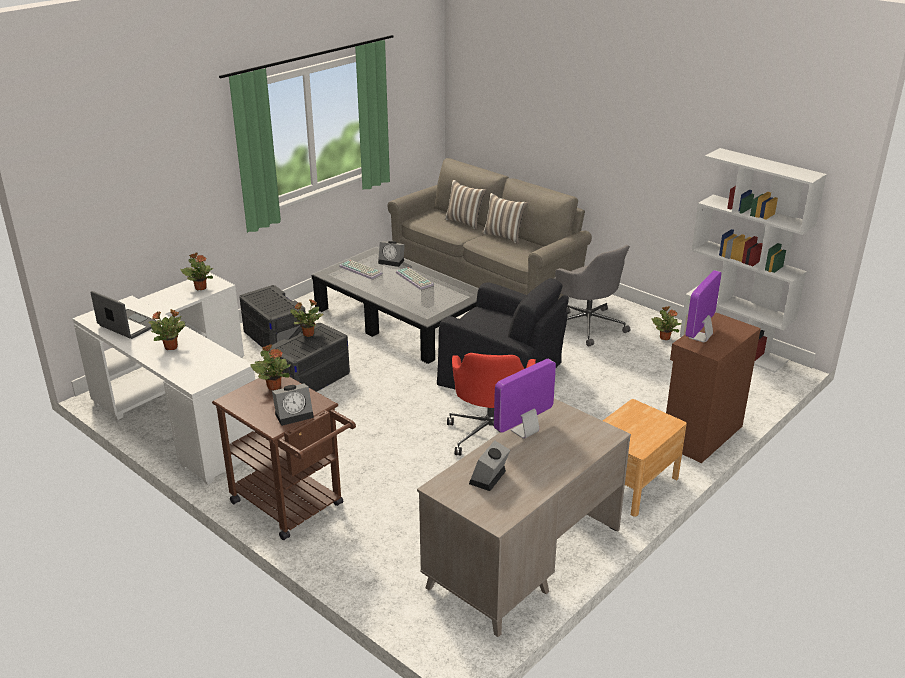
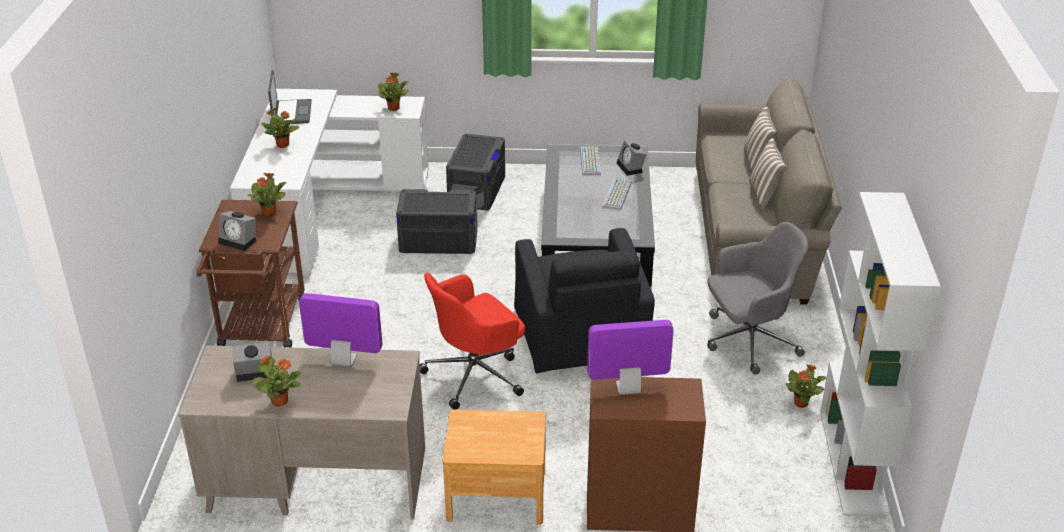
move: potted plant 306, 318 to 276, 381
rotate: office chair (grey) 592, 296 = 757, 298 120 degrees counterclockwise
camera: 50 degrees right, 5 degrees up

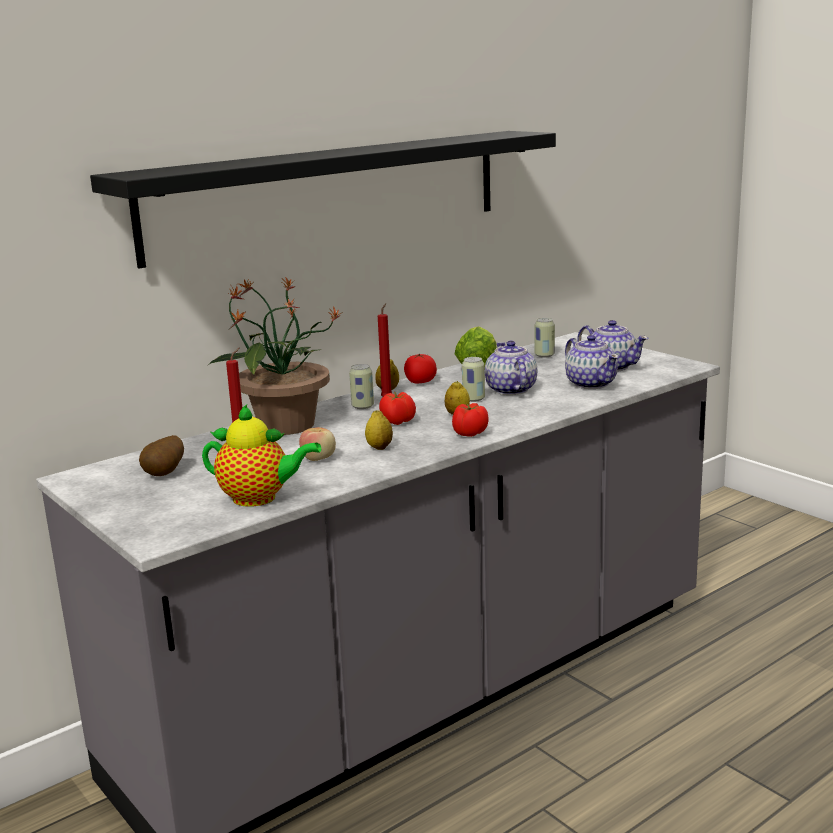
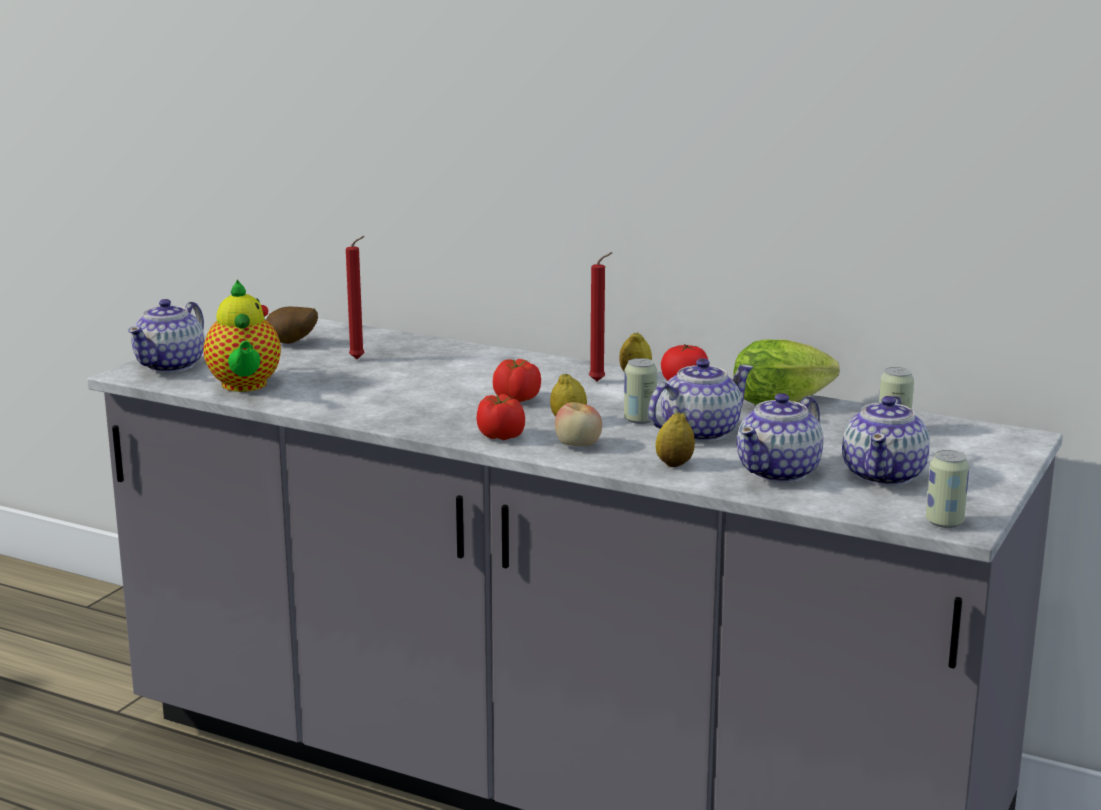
delete: shelf (black) 323, 199; potted plant 275, 356
insert: teapot 166, 336
move: apple 317, 444 to 578, 424; lemon 379, 430 to 675, 439; can 361, 386 to 947, 489
camera: 65 degrees right, 0 degrees up

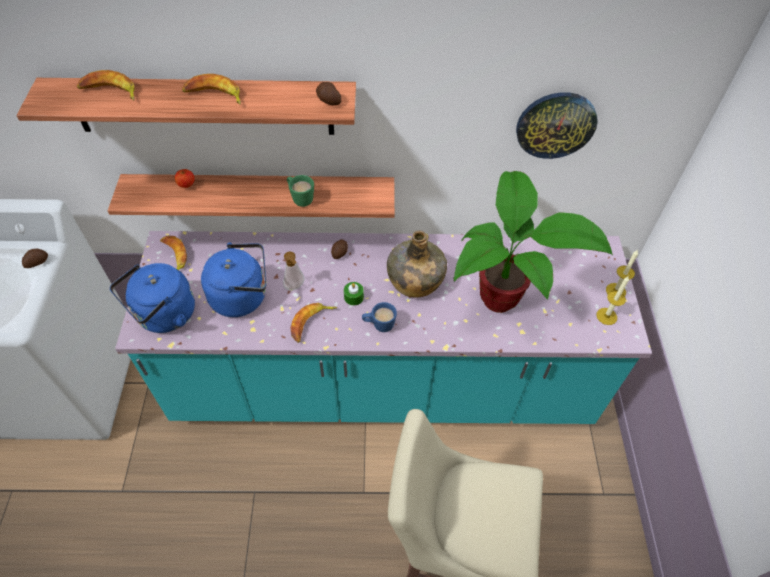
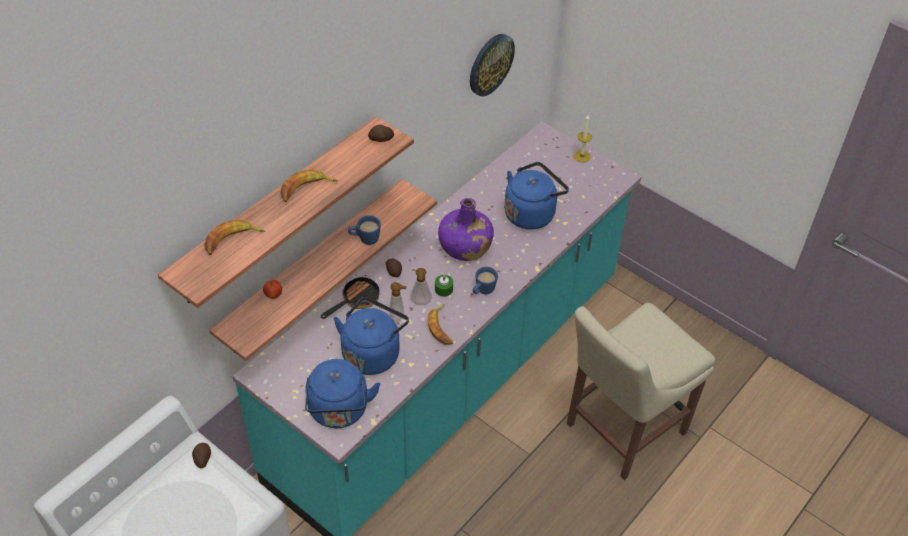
delete: banana 173, 253; candle 612, 301
insert: frying pan 350, 297; soap dispenser 421, 286
replace: potted plant 533, 242 to kettle (blue) 536, 196
recolor: mug (green) 300, 191 to mug (blue) 364, 230; bottle (green) 417, 264 to bottle (purple) 466, 229
camera: 50 degrees left, 5 degrees down

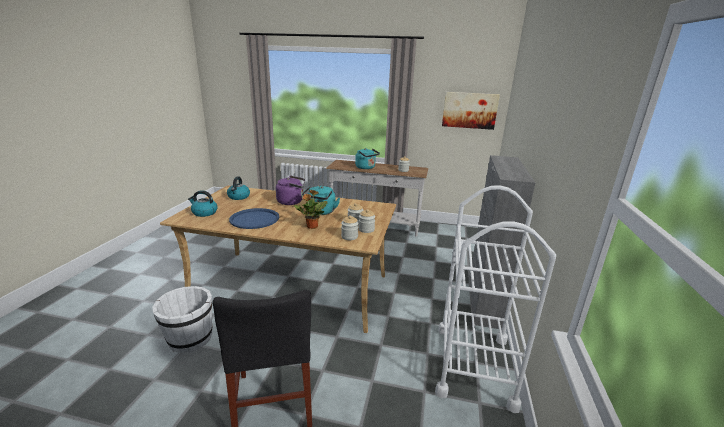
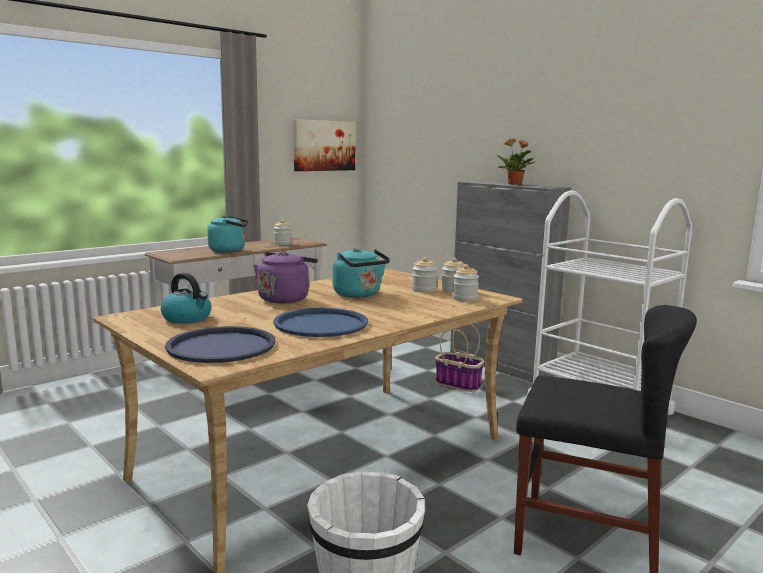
insert: basket 459, 358
move: potted plant 310, 209 to 516, 162
replace: kettle 203, 203 to tray (blue) 220, 344
camera: 55 degrees left, 10 degrees down

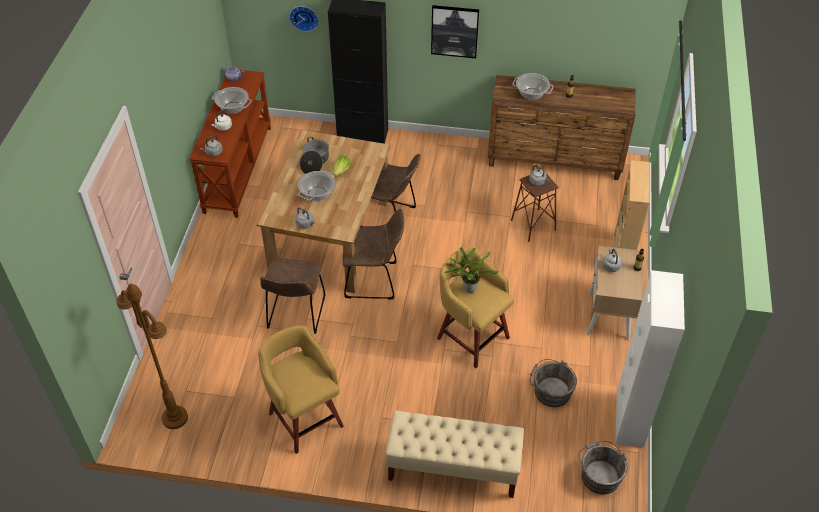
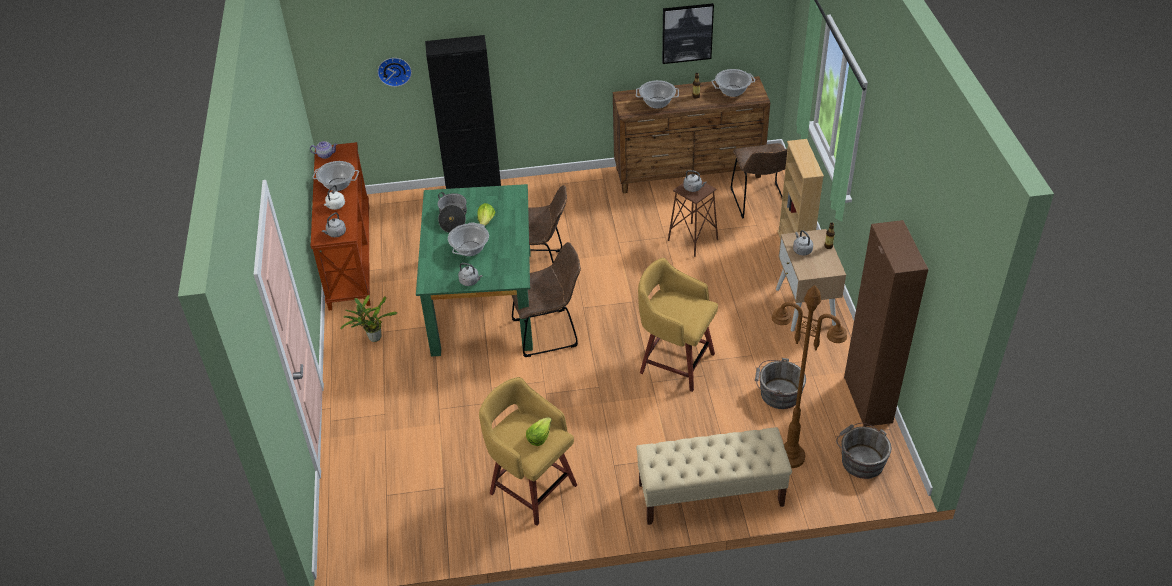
insert: lettuce 539, 431; cooking pot 733, 83
move: potted plant 471, 270 to 368, 318; picture 455, 31 to 688, 33; chair (brown) 292, 296 to 759, 181; floor lamp (brown) 152, 356 to 809, 376
recolor: dining table (brown) 323, 211 to dining table (green) 474, 270; cabinet (white) 650, 359 to cabinet (brown) 886, 323
camera: 15 degrees left, 5 degrees down

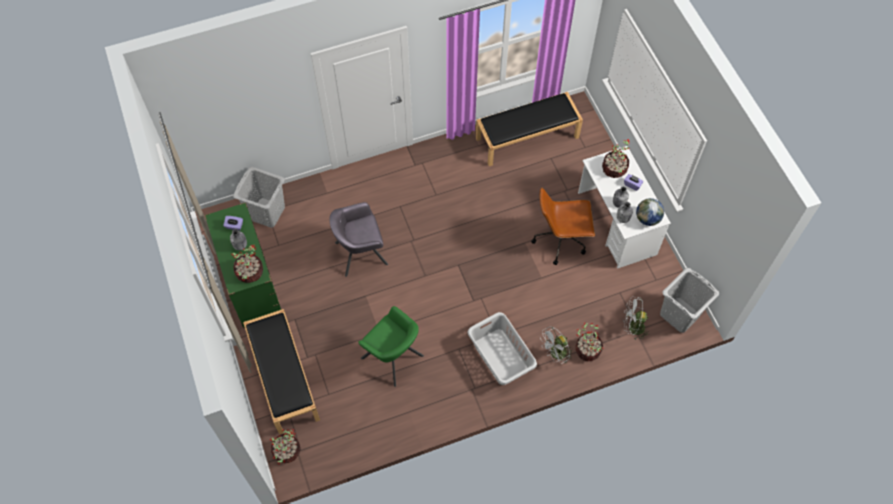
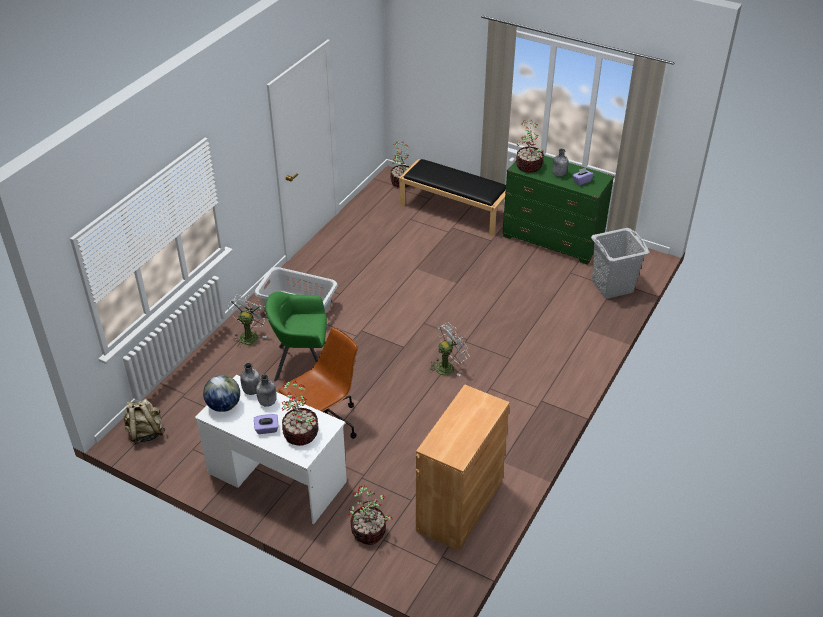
delete: armchair (grey) 358, 239
move: armchair (green) 391, 346 to 296, 336; potted plant 590, 342 to 371, 515; fan (white) 636, 318 to 449, 349
replace: laundry basket (grey) 689, 300 to backpack (beige) 144, 421; bench (black) 529, 129 to cabinet (brown) 463, 467
camera: 140 degrees right, 20 degrees down

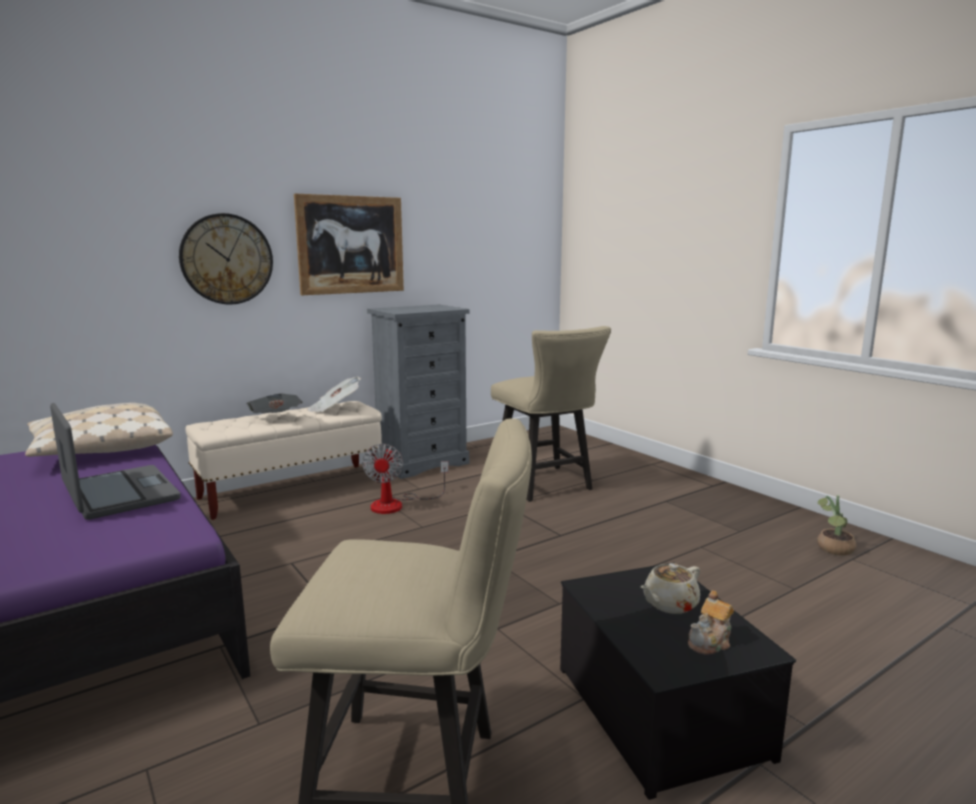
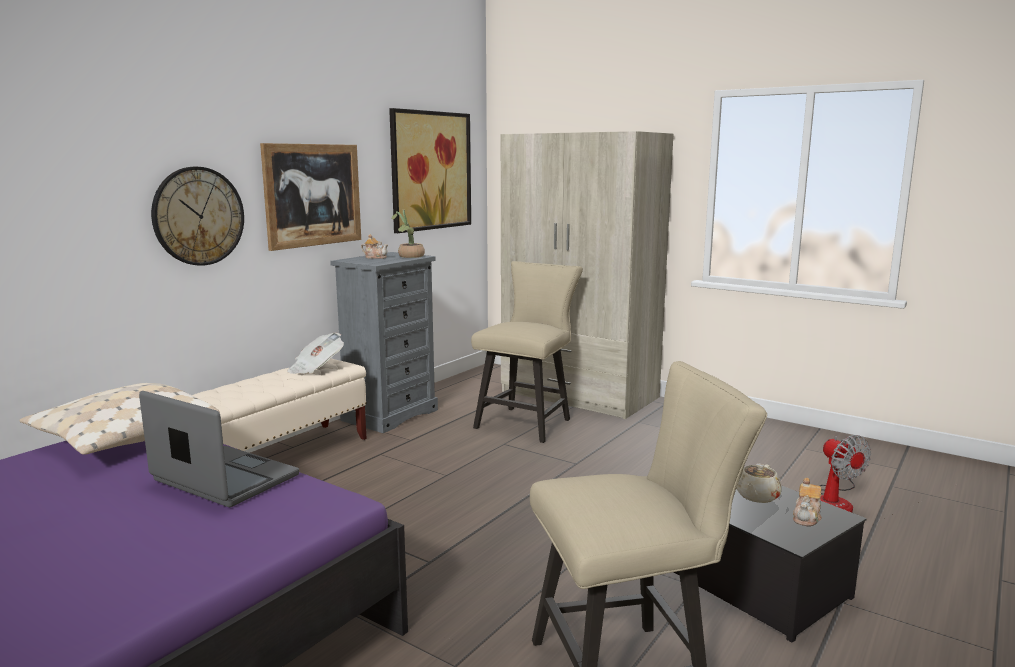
delete: newspaper 274, 403
insert: teapot 374, 246; picture 430, 170; wardrobe (beige) 587, 275
move: potted plant 836, 525 to 408, 234; fan 405, 479 to 845, 473
rotate: chair (beige) 551, 414 = 527, 352 105 degrees counterclockwise
camera: 20 degrees left, 0 degrees up

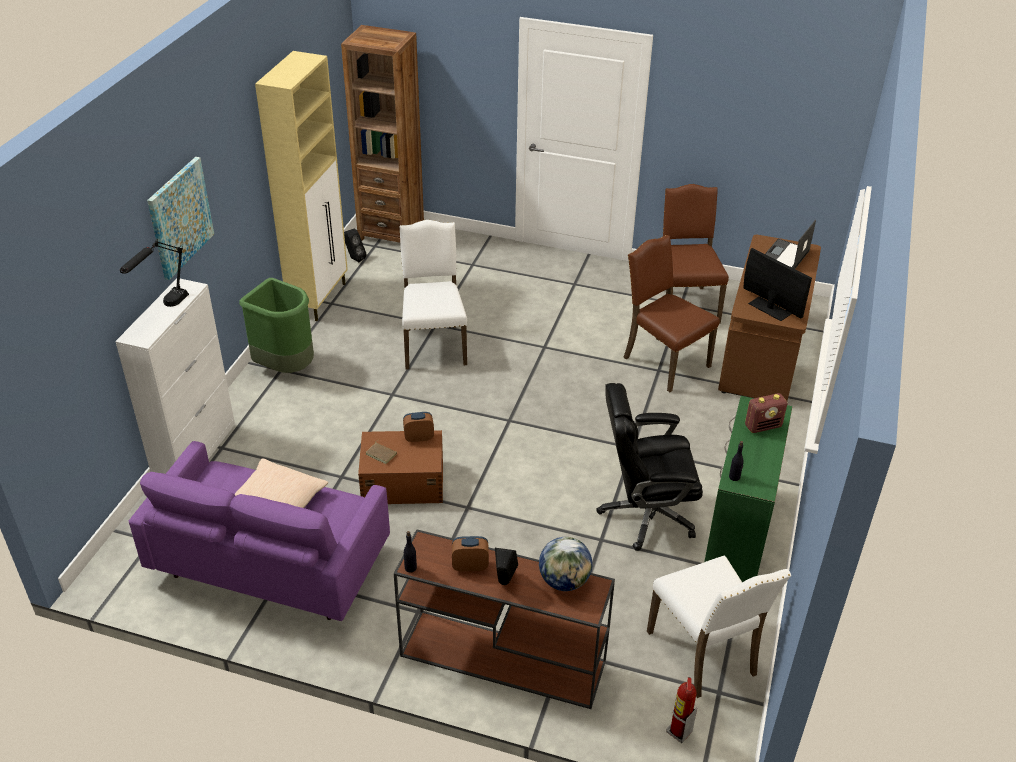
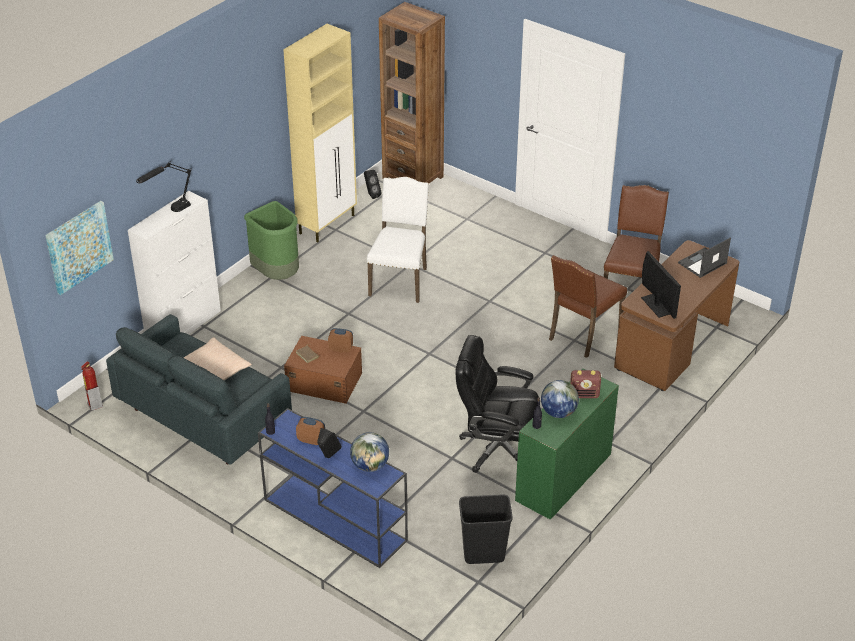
insert: globe 560, 399
move: picture 180, 218 to 79, 248; fire extinguisher 681, 710 to 92, 386
replace: chair (white) 719, 626 to trash can (black) 486, 529
recolor: sofa (purple) 259, 531 to sofa (grey) 199, 389; console table (brown) 504, 619 to console table (blue) 333, 488
rotate: chair (brown) 671, 313 = 588, 306 120 degrees counterclockwise
camera: 20 degrees right, 0 degrees up

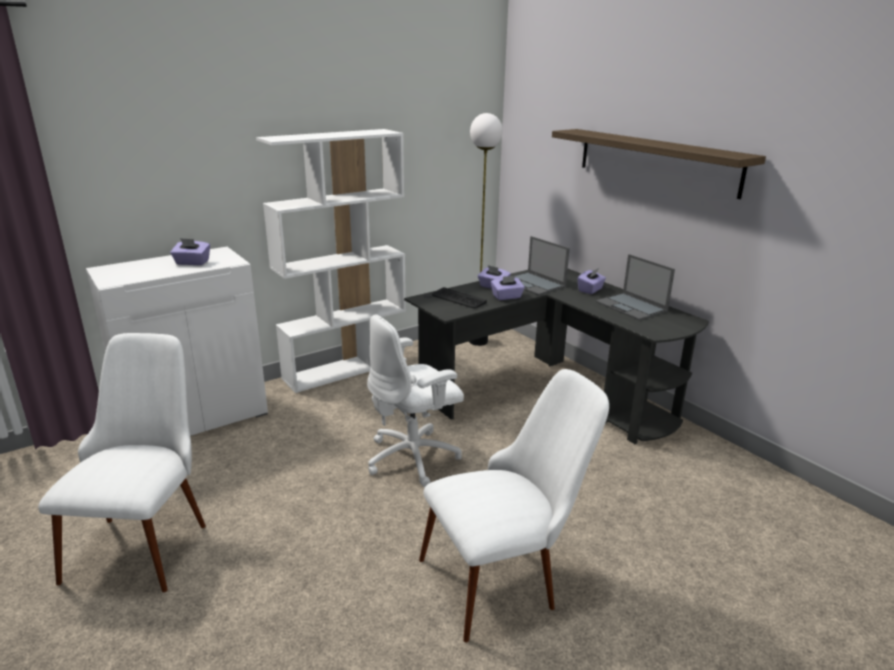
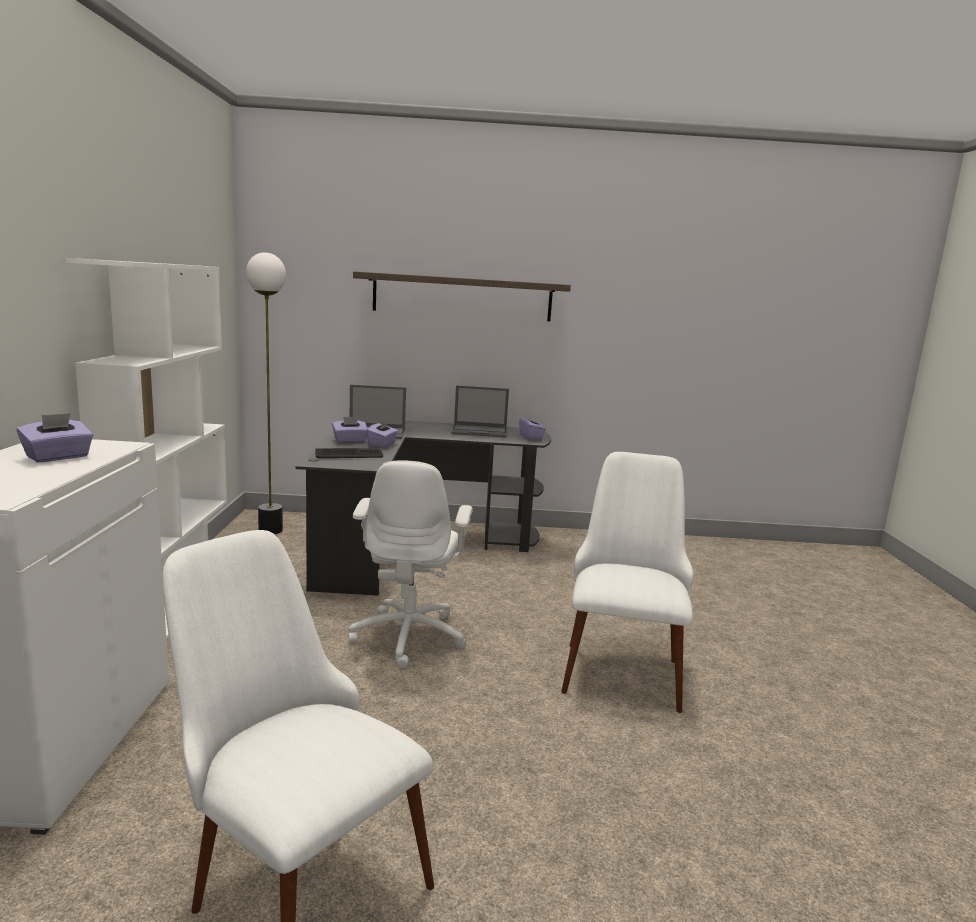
move: tissue box (purple) 592, 281 to 532, 426
camera: 55 degrees left, 10 degrees down

